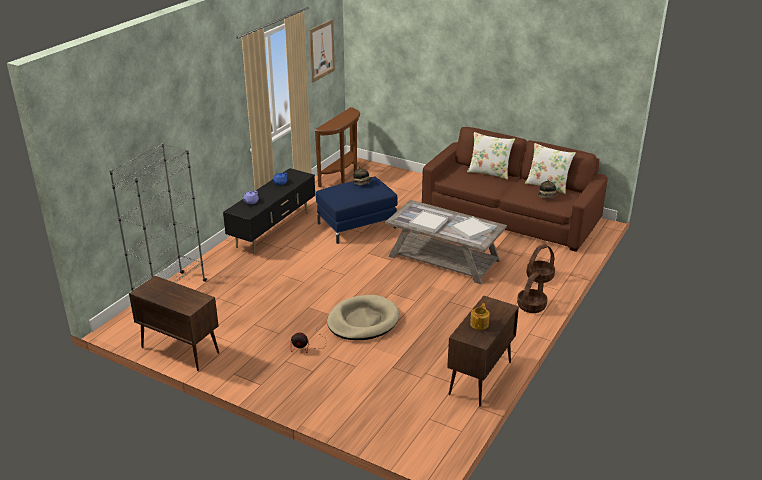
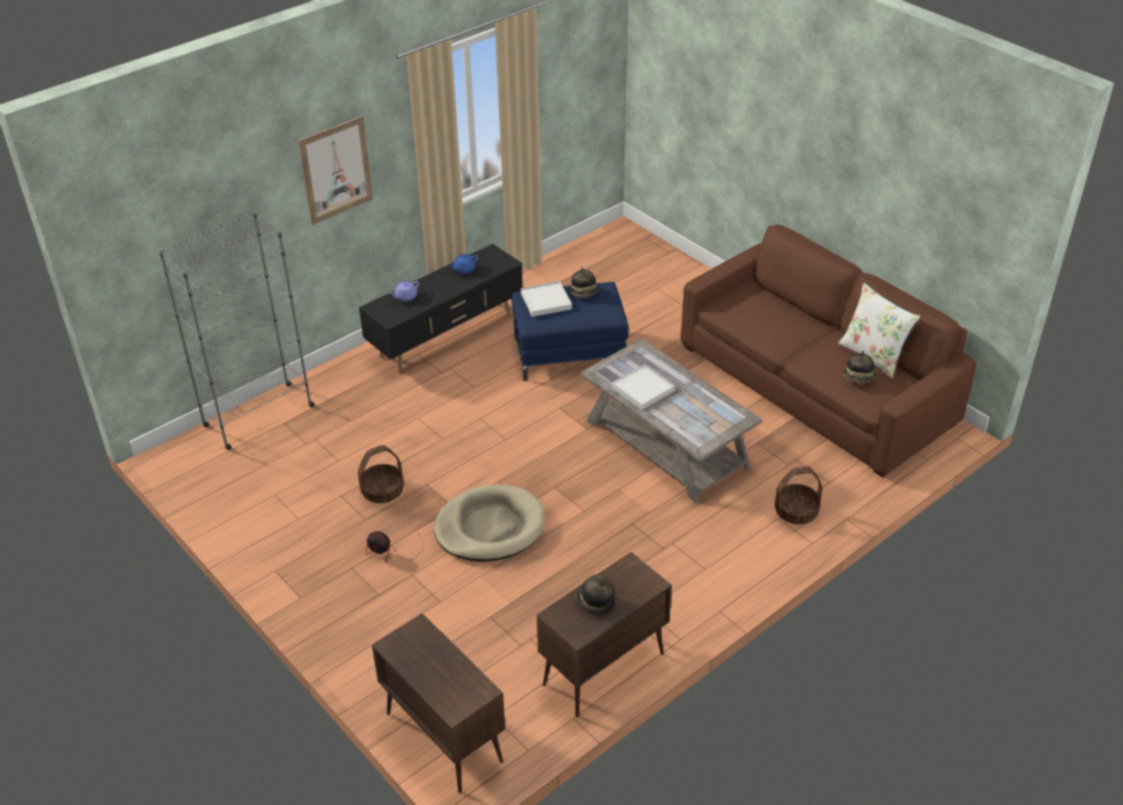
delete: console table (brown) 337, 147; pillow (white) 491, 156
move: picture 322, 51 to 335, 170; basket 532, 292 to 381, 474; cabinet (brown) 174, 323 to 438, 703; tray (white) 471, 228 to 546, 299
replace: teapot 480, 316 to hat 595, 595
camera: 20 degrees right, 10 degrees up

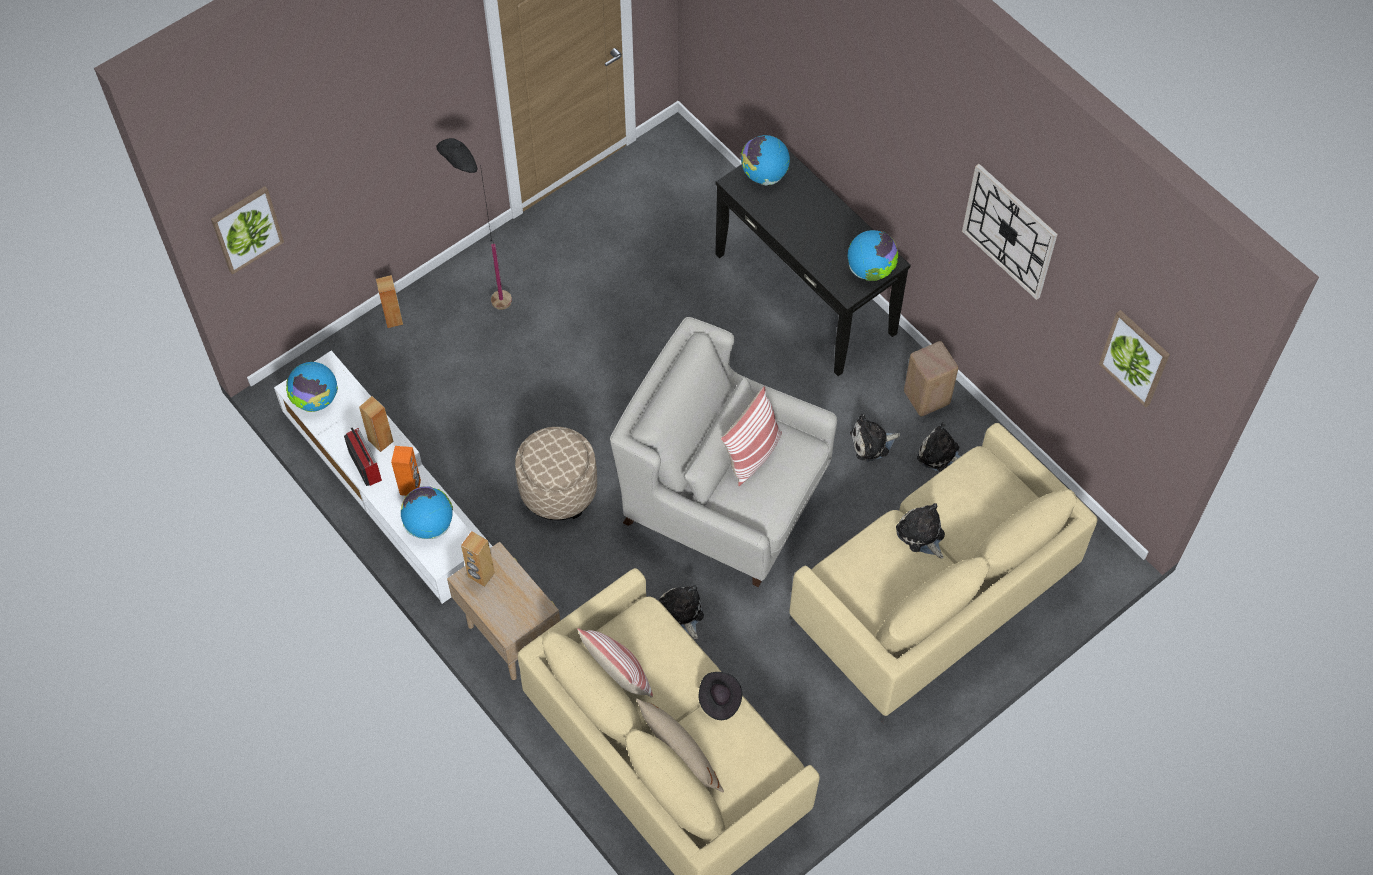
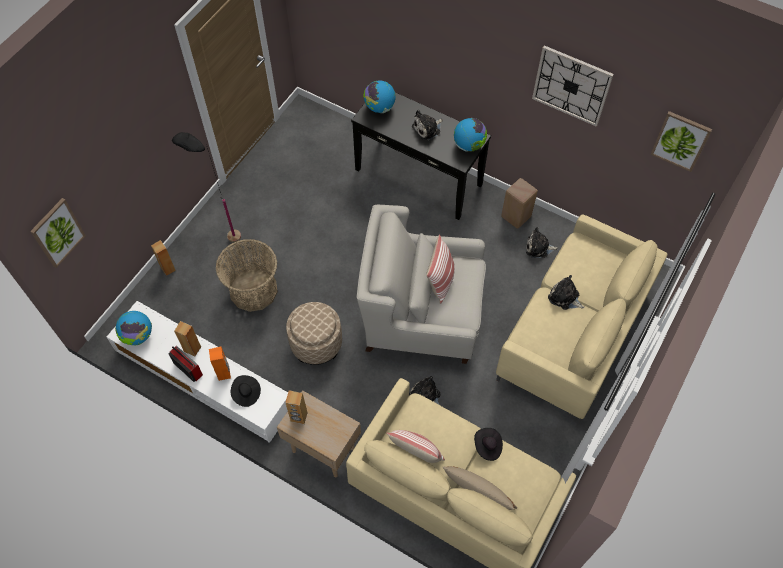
insert: basket 247, 275
move: plush toy 875, 438 to 427, 125
replace: globe 427, 512 to hat (black) 246, 391
camera: 20 degrees left, 0 degrees up

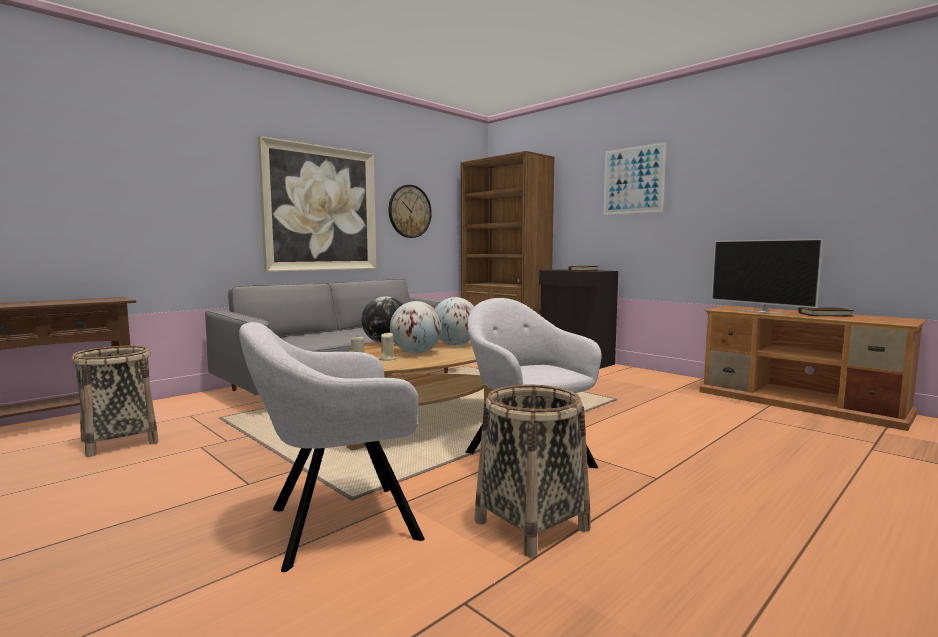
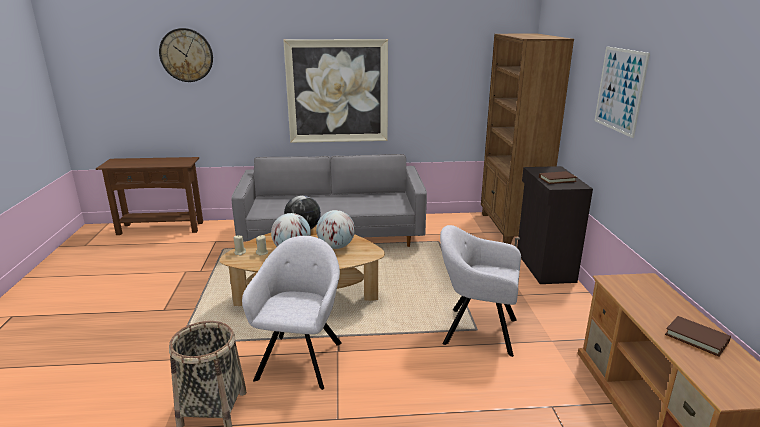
delete: basket 115, 401; television 767, 277
move: wall clock 410, 211 to 186, 55; armchair (grey) 331, 447 to 480, 291
camera: 40 degrees right, 15 degrees up

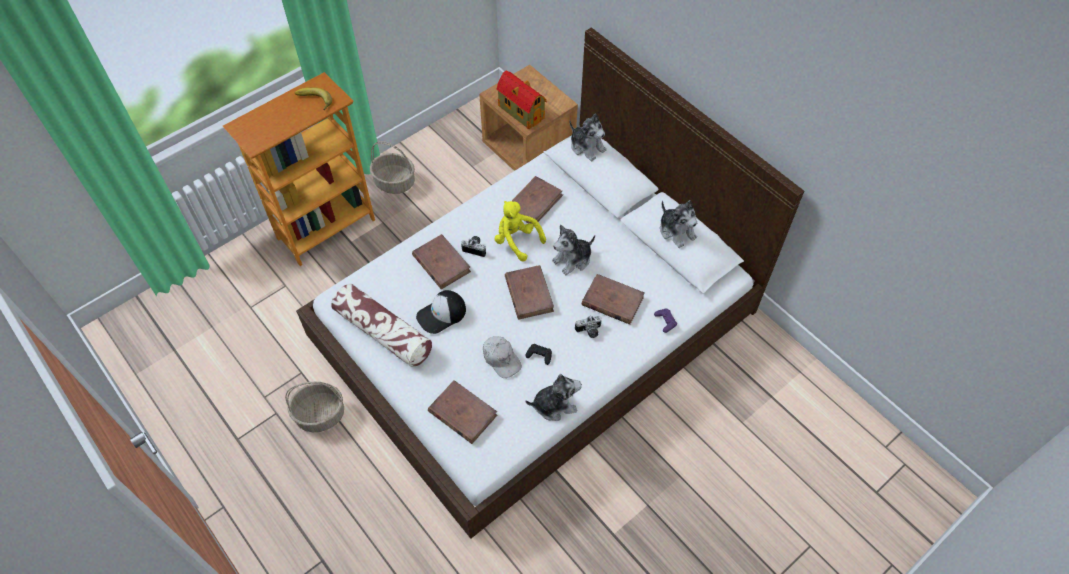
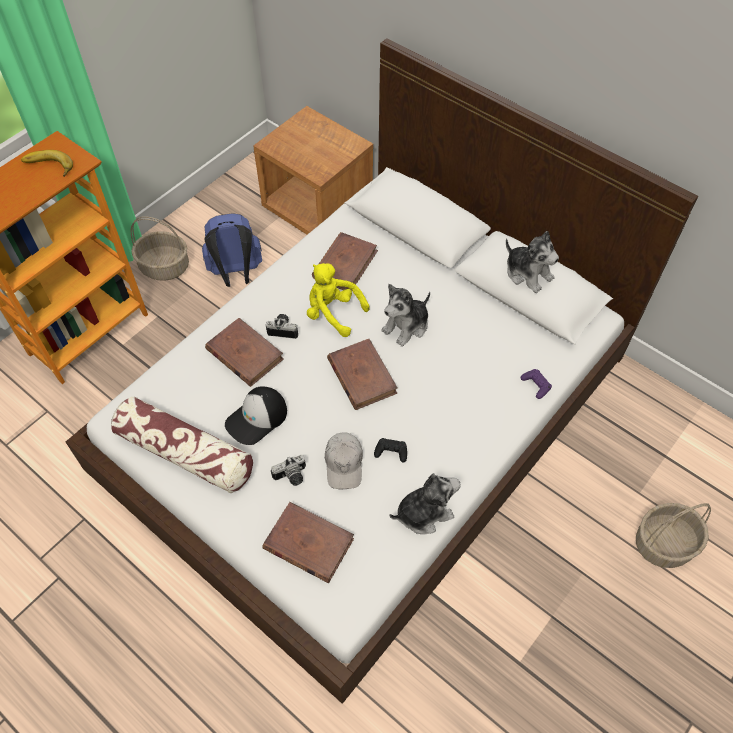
delete: toy house 521, 99; plush toy 588, 137; book (brown) 613, 299
insert: backpack (blue) 232, 250
move: photo camera 588, 327 to 288, 470; basket 314, 407 to 673, 535
rotate: cap (white) 502, 357 = 344, 460 45 degrees clockwise
camera: 10 degrees left, 0 degrees up

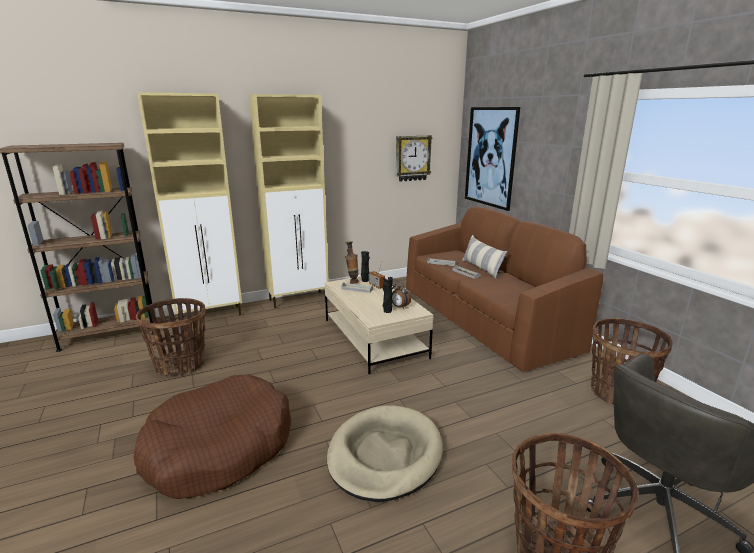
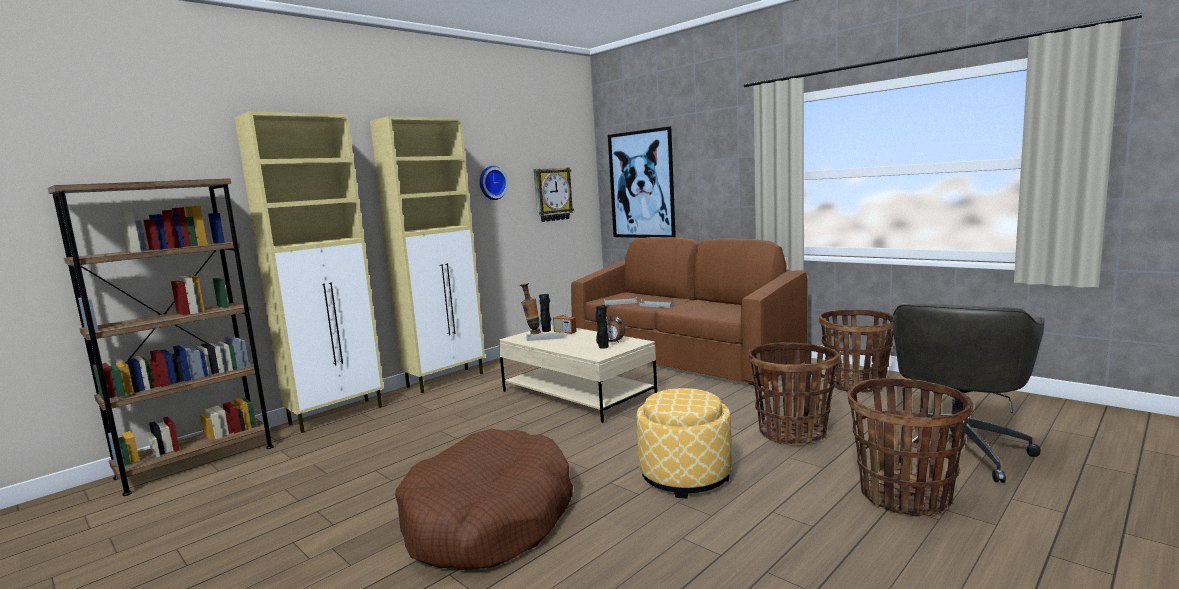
delete: pillow 485, 257
insert: wall clock 494, 183
move: basket 171, 337 to 794, 393
replace: dog bed (beige) 385, 453 to ottoman 684, 443
camera: 20 degrees left, 10 degrees down

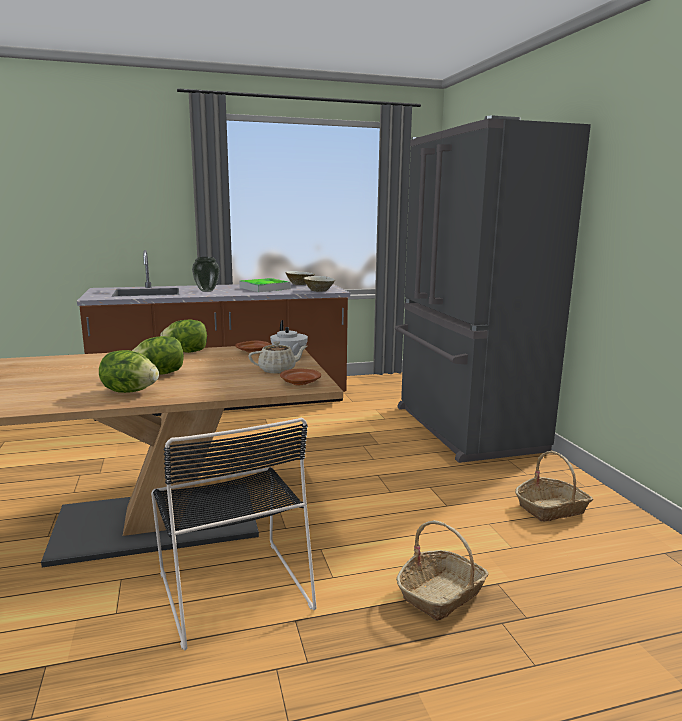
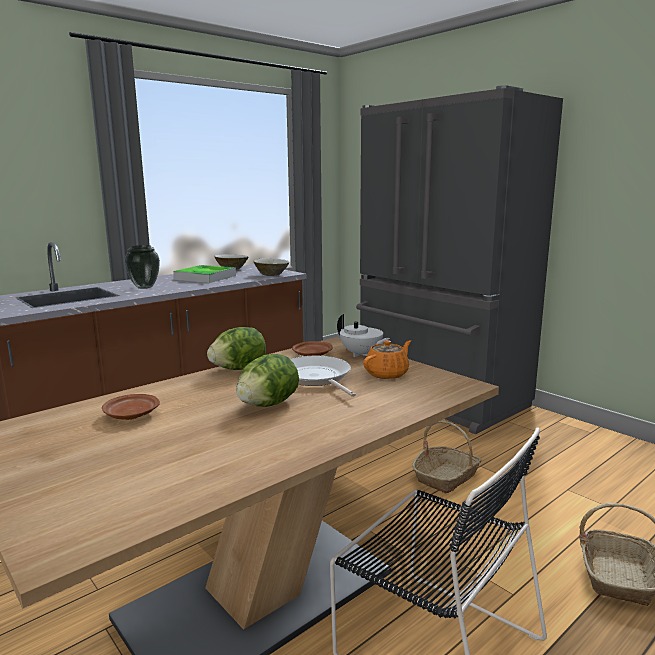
delete: lettuce 129, 371
insert: frying pan 323, 376
move: plate (brown) 300, 377 to 131, 407; basket 554, 486 to 447, 457
recolor: teapot (beige) 278, 357 to teapot (orange) 387, 359
camera: 25 degrees left, 0 degrees up

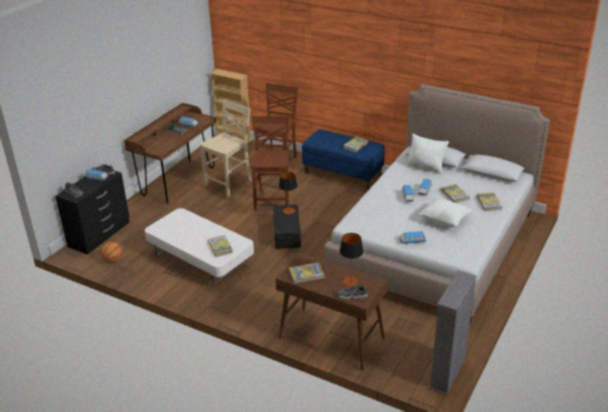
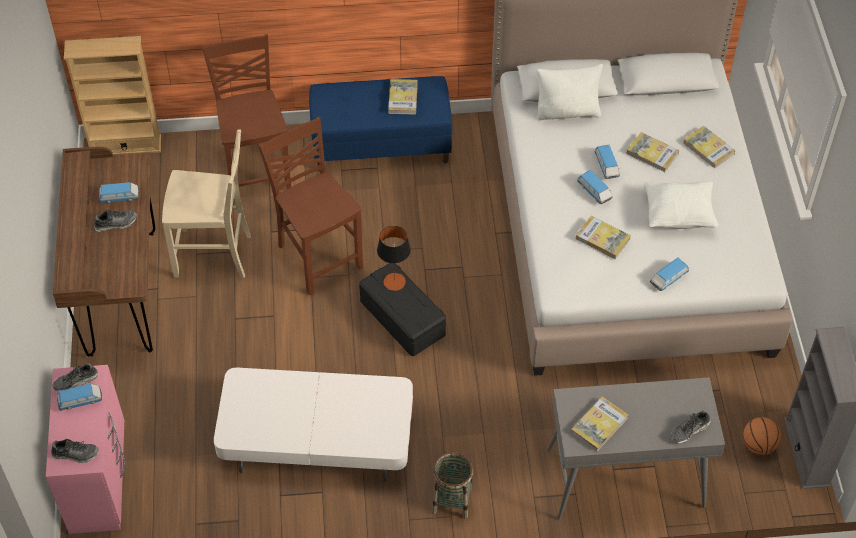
delete: table lamp 351, 259
insert: basket 452, 485
move: book 220, 246 to 603, 237; basketball 111, 252 to 762, 436
recolor: dresser (black) 92, 213 to dresser (pink) 86, 449; console table (brown) 331, 311 to console table (grey) 636, 448
rotate: chair (beige) 225, 148 = 206, 203 90 degrees clockwise
camera: 35 degrees left, 20 degrees up

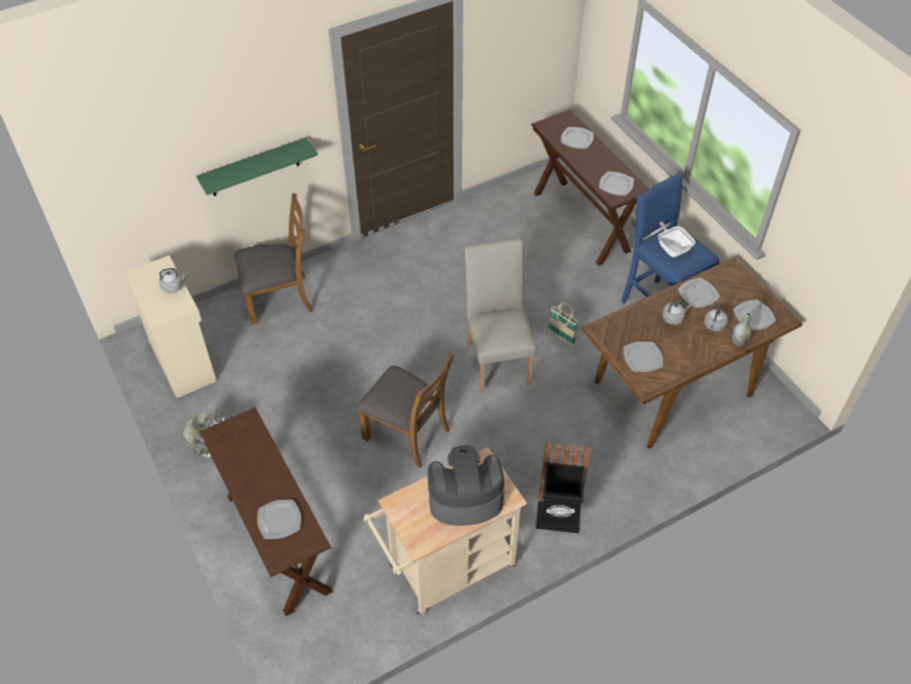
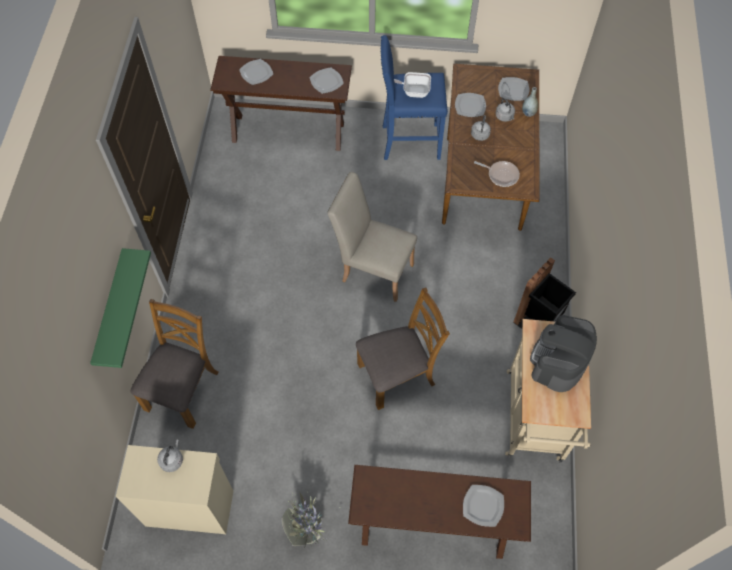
delete: basket 563, 324
replace: plate 643, 356 to frying pan 497, 174
camera: 55 degrees left, 10 degrees up

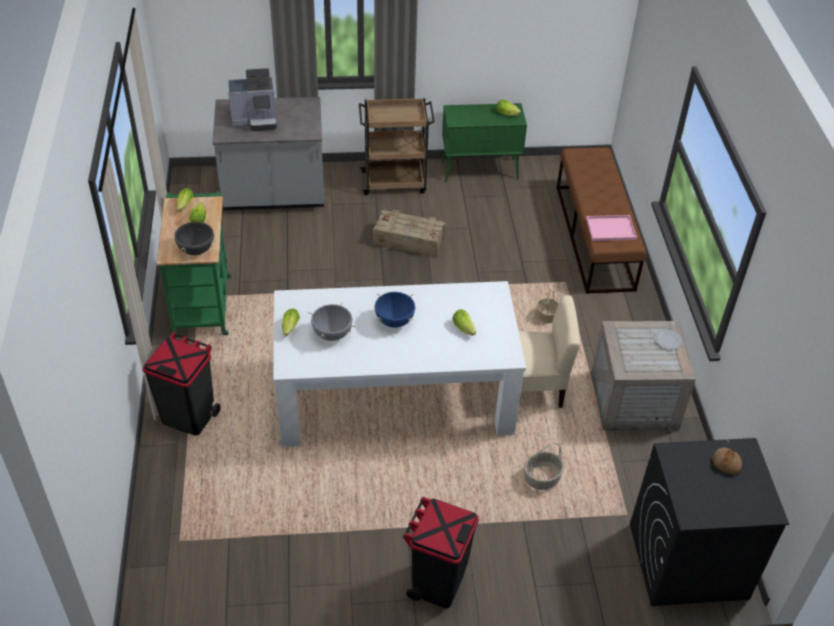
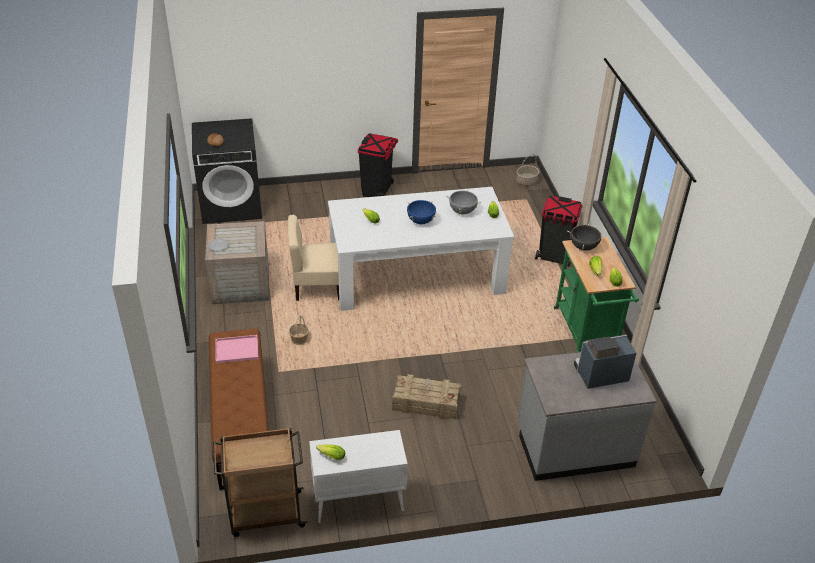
move: cart (brown) 397, 146 to 260, 482; basket 544, 466 to 528, 170
recolor: cabinet (green) 484, 142 to cabinet (white) 358, 476
camera: 175 degrees right, 5 degrees down

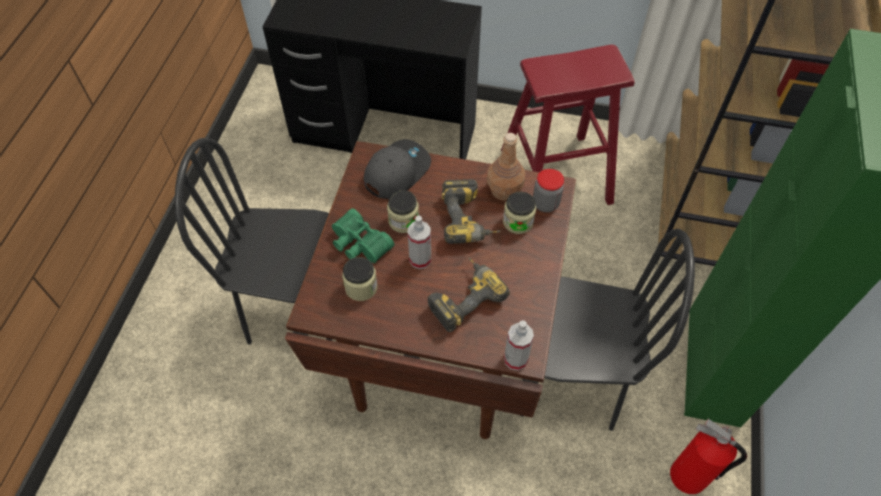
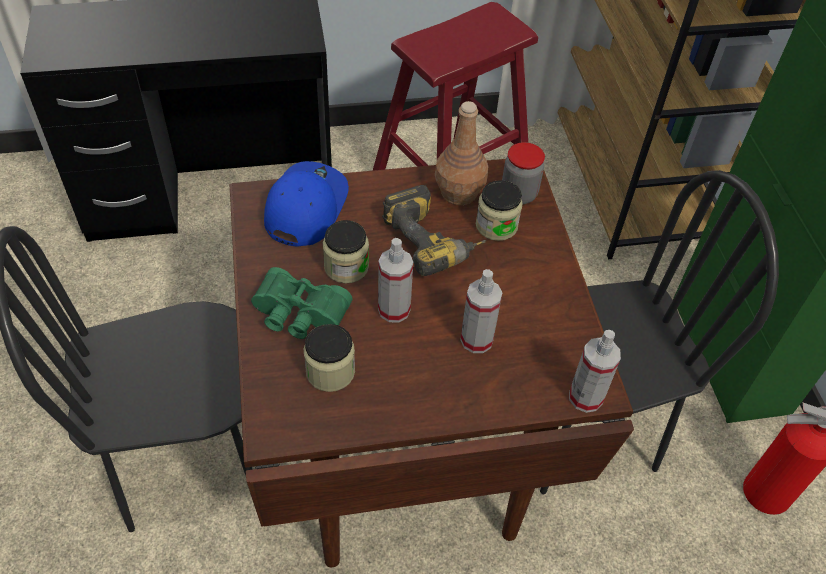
replace: power drill 469, 295 to spray bottle 481, 311
recolor: cap (grey) 397, 169 to cap (blue) 306, 204
camera: 25 degrees left, 5 degrees down

